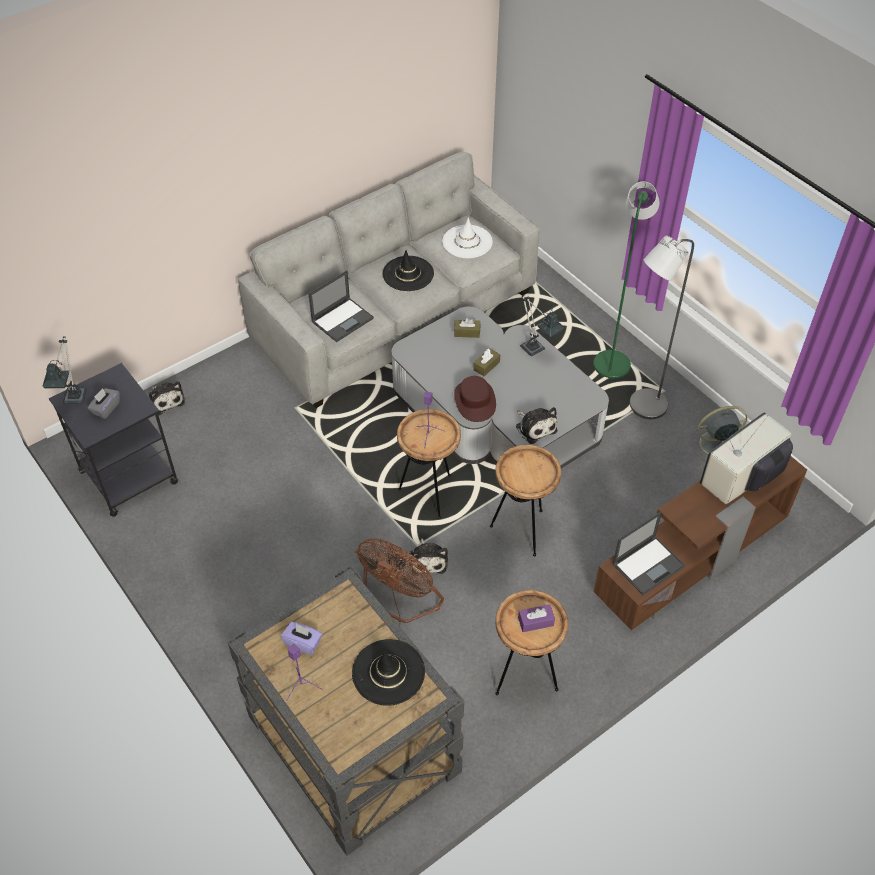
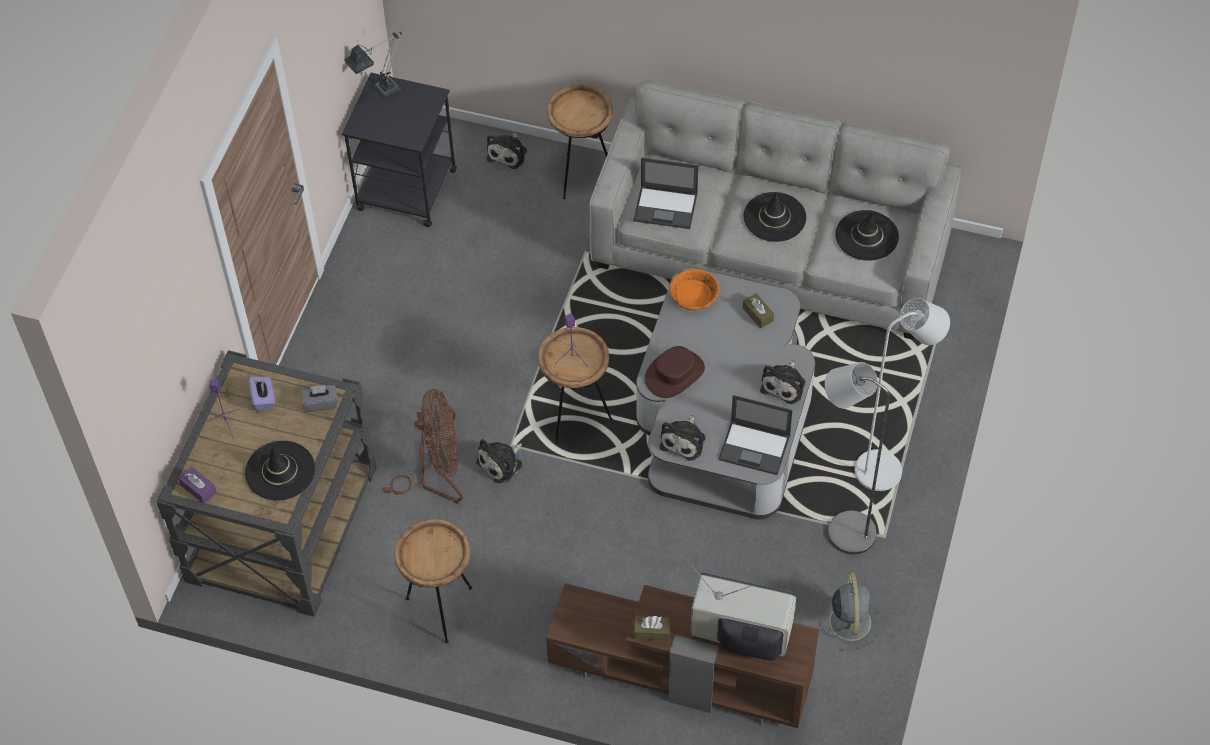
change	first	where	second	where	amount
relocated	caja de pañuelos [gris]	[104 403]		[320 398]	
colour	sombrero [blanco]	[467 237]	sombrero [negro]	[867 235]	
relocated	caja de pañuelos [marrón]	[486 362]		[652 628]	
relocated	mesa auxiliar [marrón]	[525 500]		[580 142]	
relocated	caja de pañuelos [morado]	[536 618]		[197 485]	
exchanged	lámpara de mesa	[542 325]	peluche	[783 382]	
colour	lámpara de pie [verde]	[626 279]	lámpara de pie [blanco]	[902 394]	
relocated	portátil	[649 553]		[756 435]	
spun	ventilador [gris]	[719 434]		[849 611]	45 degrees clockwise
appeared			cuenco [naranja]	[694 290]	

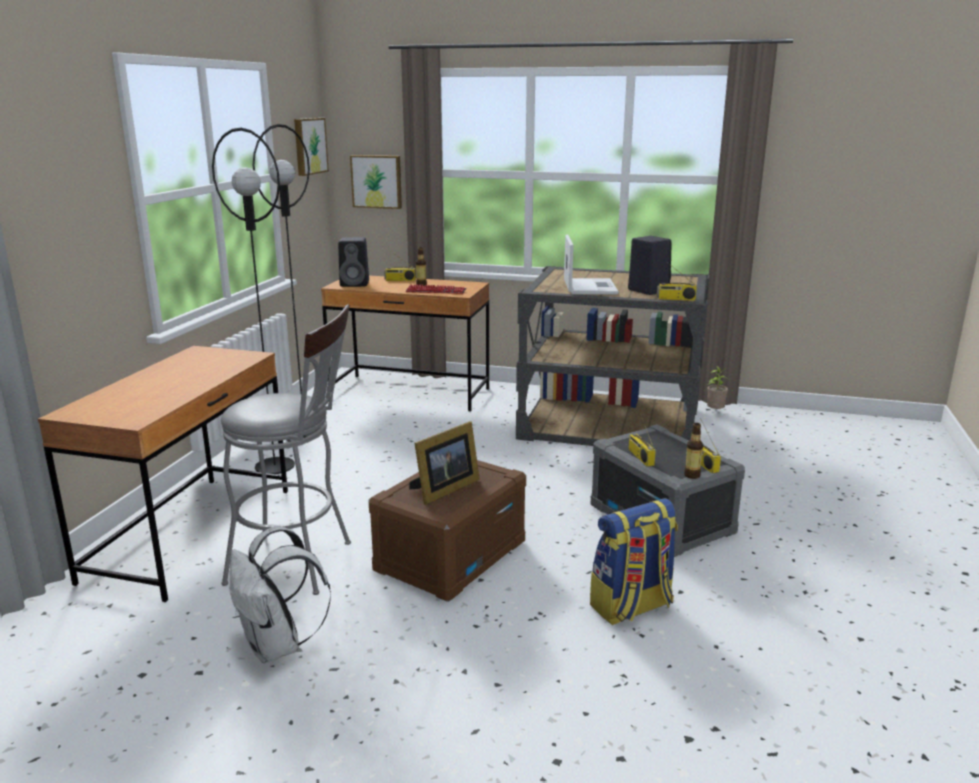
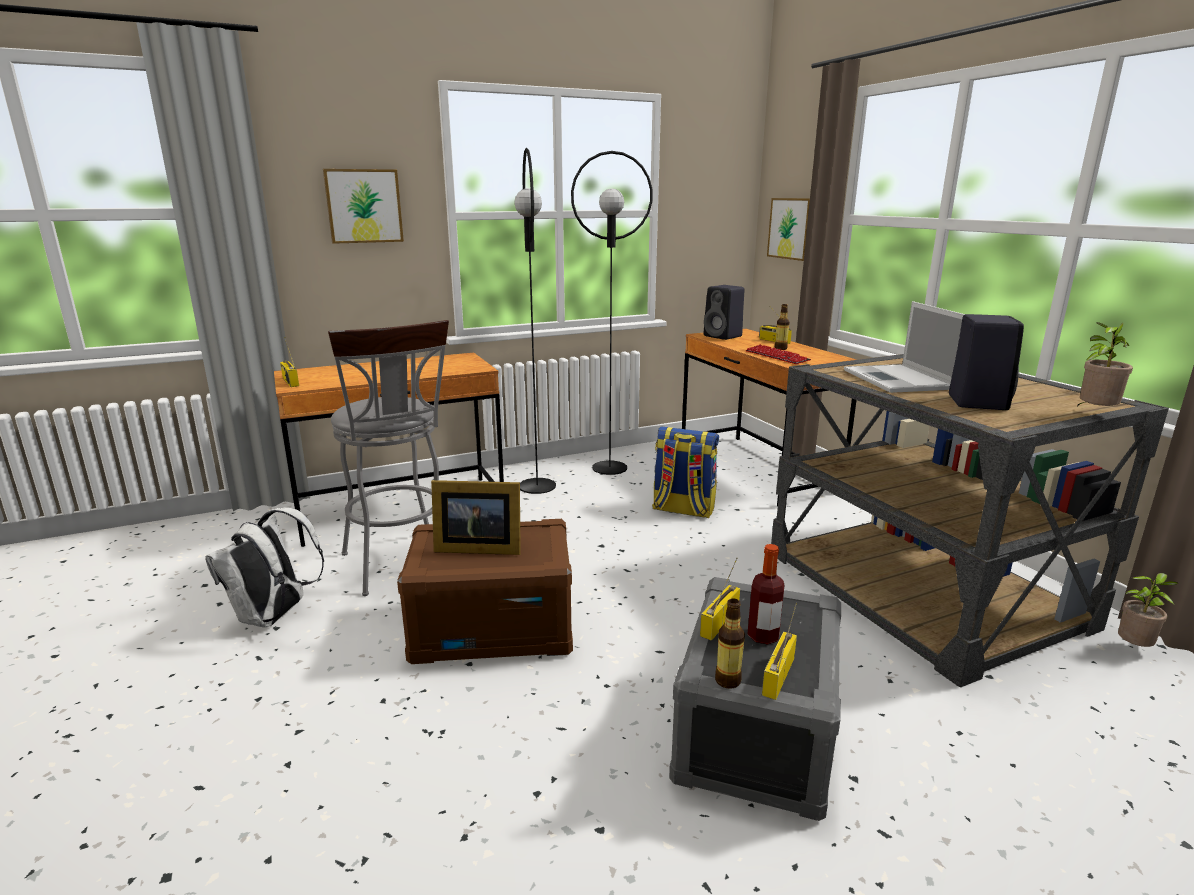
change	first	where	second	where	amount
relocated	cuadro	[311 147]		[363 206]	
spun	portátil	[591 264]		[904 347]	120 degrees clockwise
relocated	mochila	[634 561]		[685 472]	
relocated	radio	[677 281]		[289 362]	
appeared			botella	[766 594]	
appeared			planta en maceta	[1105 364]	

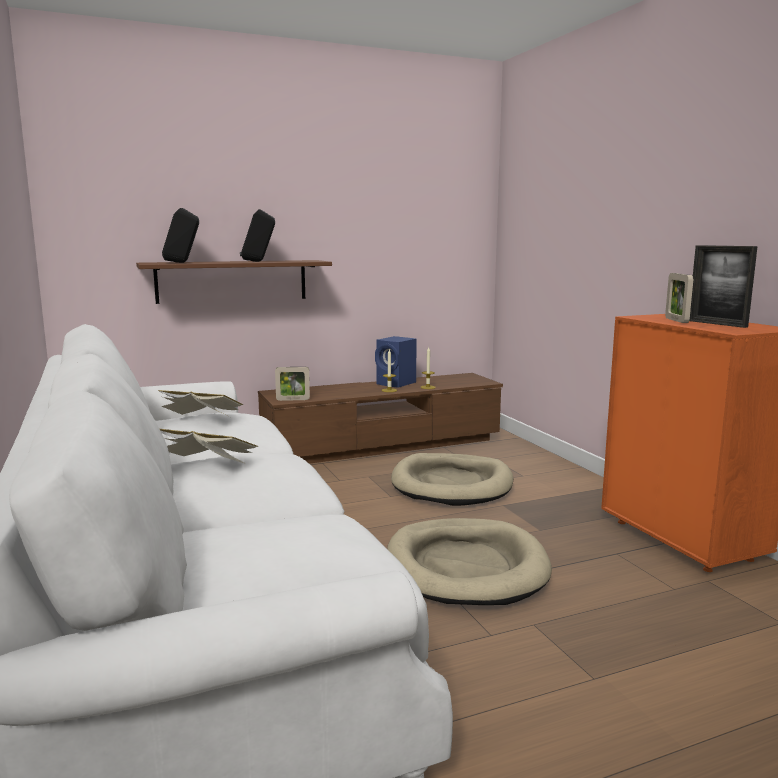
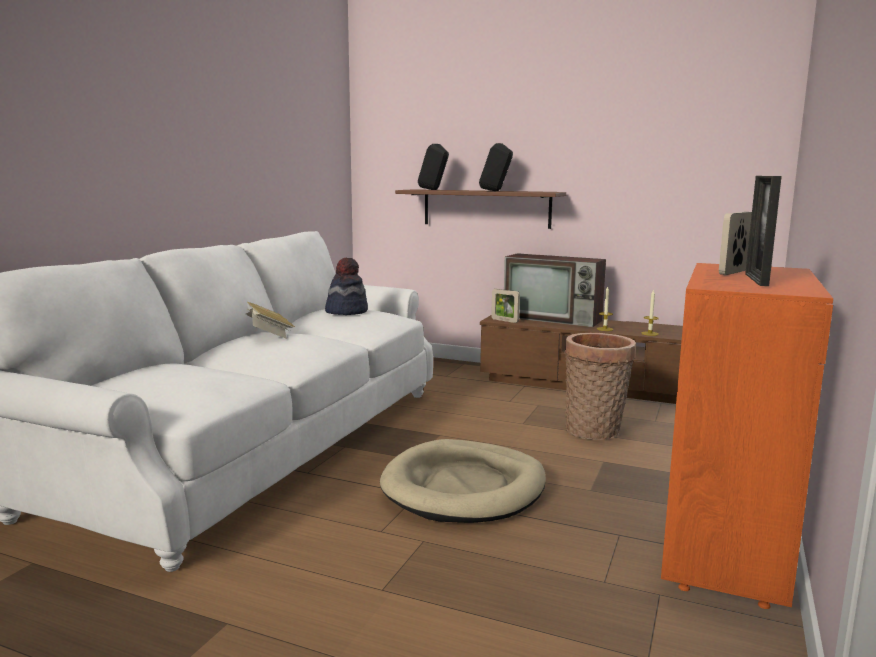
change	first	where	second	where	amount
exchanged	libro	[200 402]	sombrero	[346 286]	
missing	altavoz [azul]	[396 362]			
exchanged	cama para perro [beis]	[452 479]	cesta	[600 386]	
appeared			televisor	[555 290]	

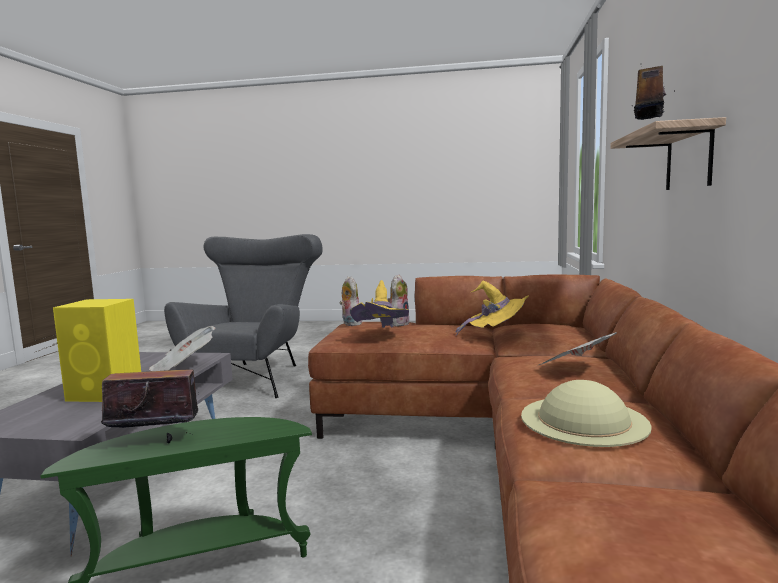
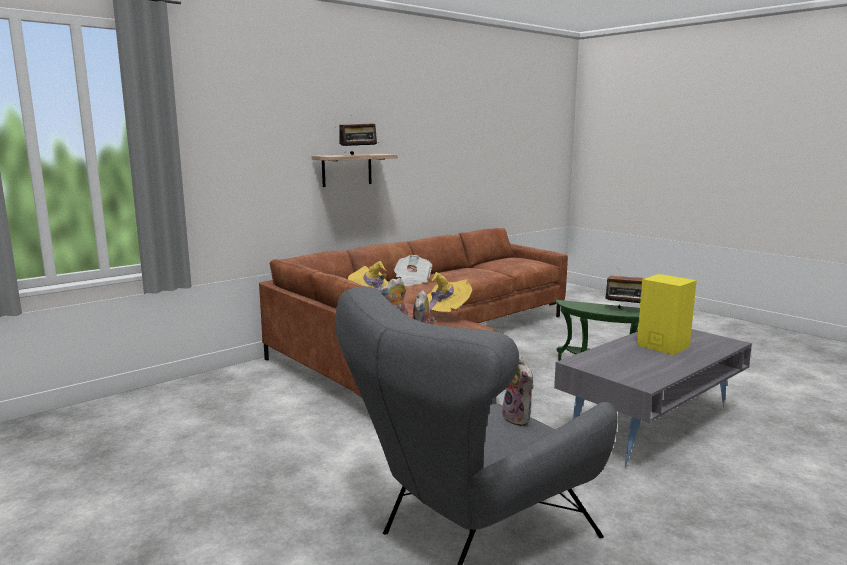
change	first	where	second	where	amount
missing	periódico	[182 348]			
missing	sombrero [beis]	[586 413]			
appeared			peluche	[516 390]	

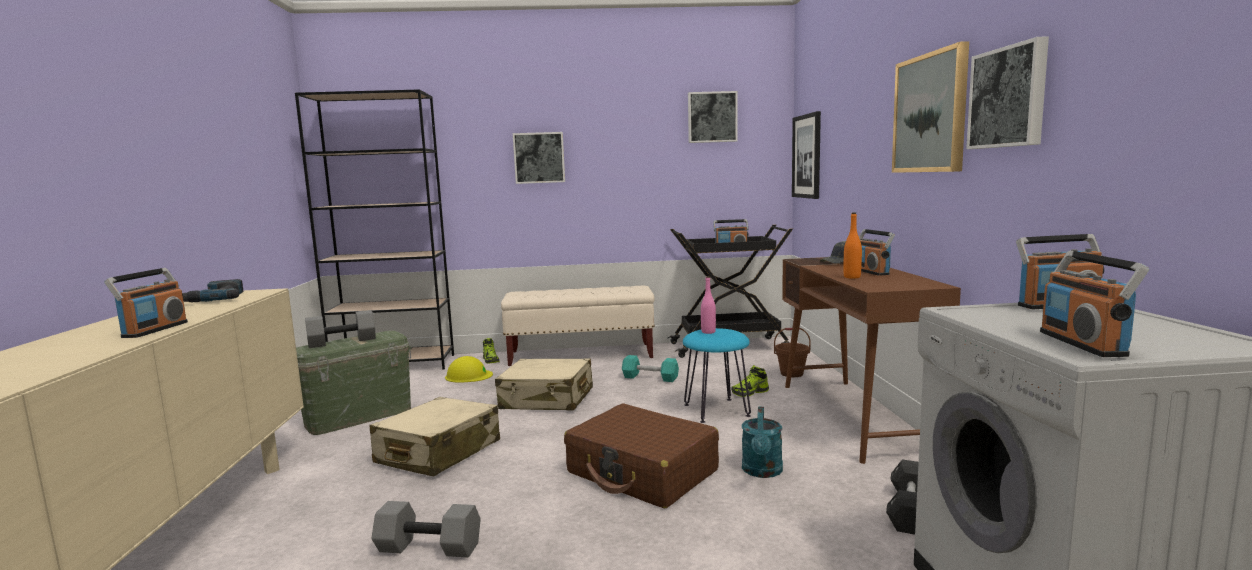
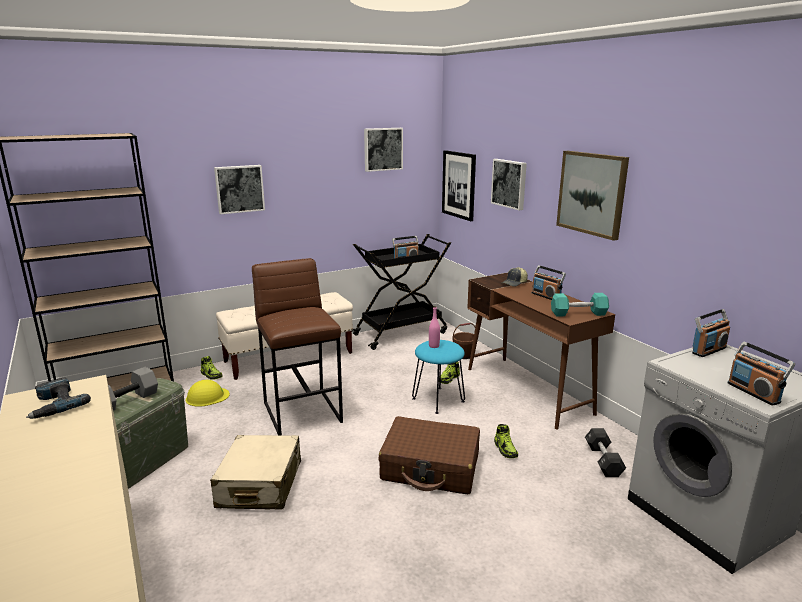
change	first	where	second	where	amount
missing	radio	[146 303]			
missing	mancuerna [gris]	[426 529]			
exchanged	maleta [beis]	[544 384]	taburete [marrón]	[297 346]	
relocated	mancuerna [turquesa]	[650 368]		[580 304]	
exchanged	regadera [turquesa]	[762 442]	zapato	[506 441]	
missing	botella [naranja]	[853 245]			
relocated	cuadro	[1007 92]		[509 184]	

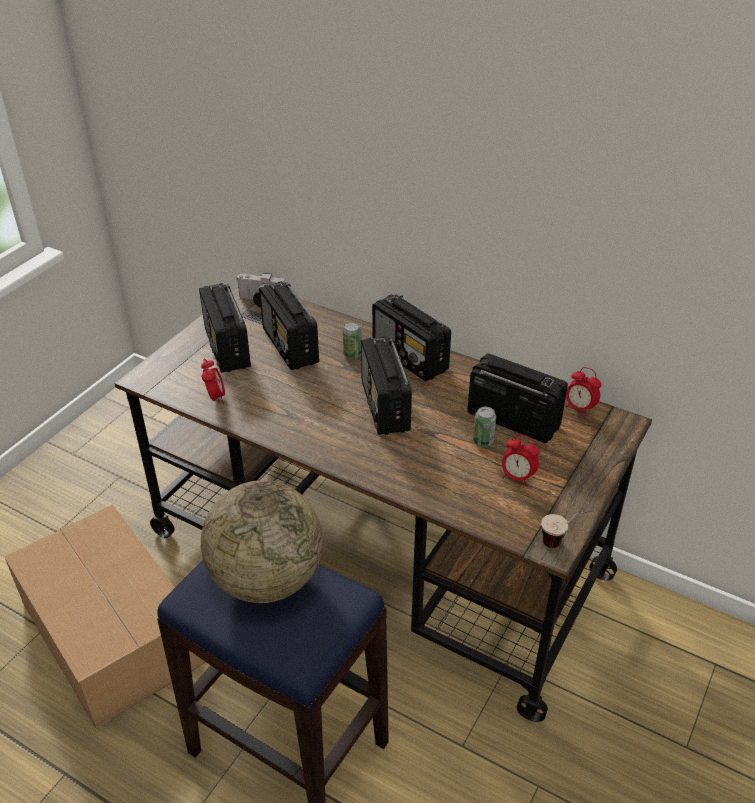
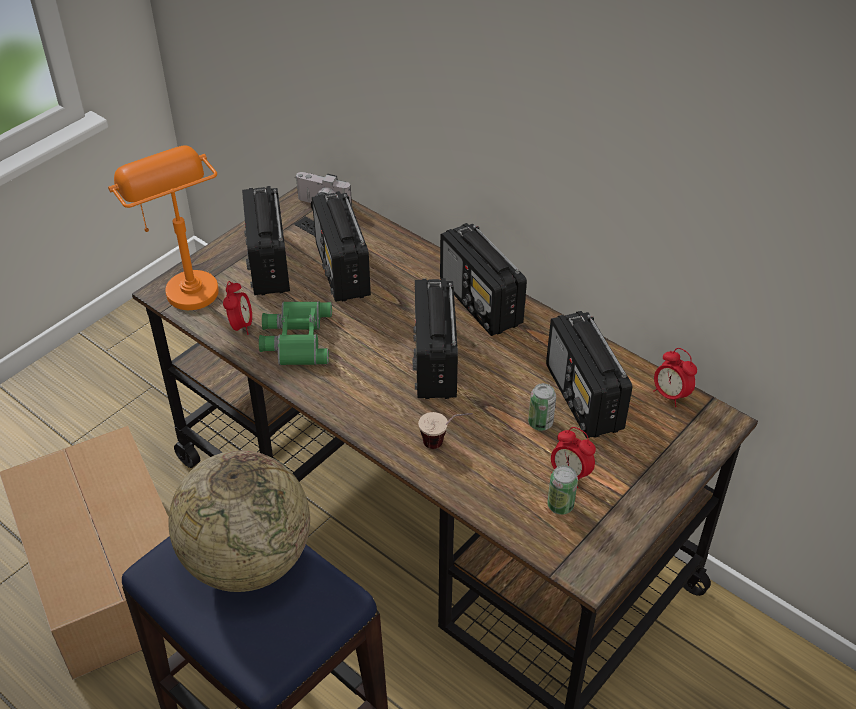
change	first	where	second	where	amount
relocated	lata	[352 340]		[562 490]	
spun	radio	[517 398]		[589 374]	150 degrees counterclockwise
relocated	taza	[567 529]		[445 430]	
appeared			lámpara de mesa [naranja]	[163 227]	
appeared			prismáticos [verde]	[295 333]	

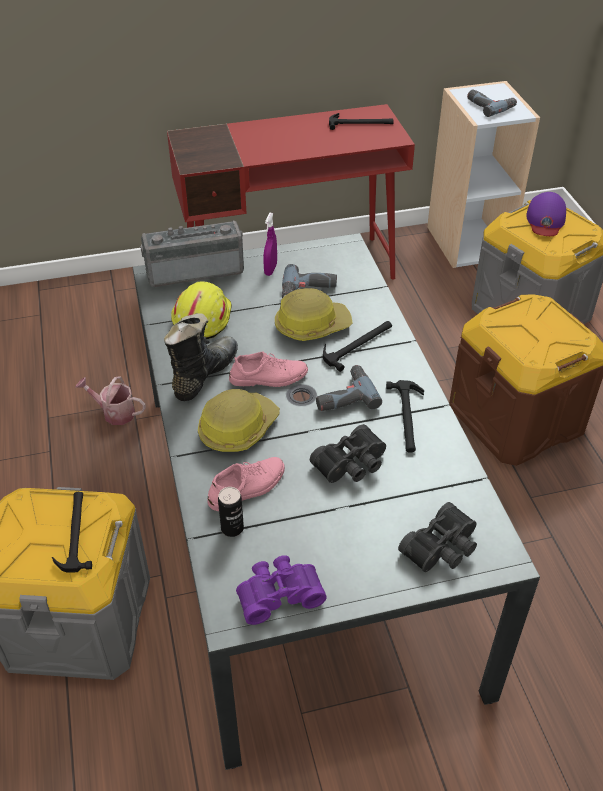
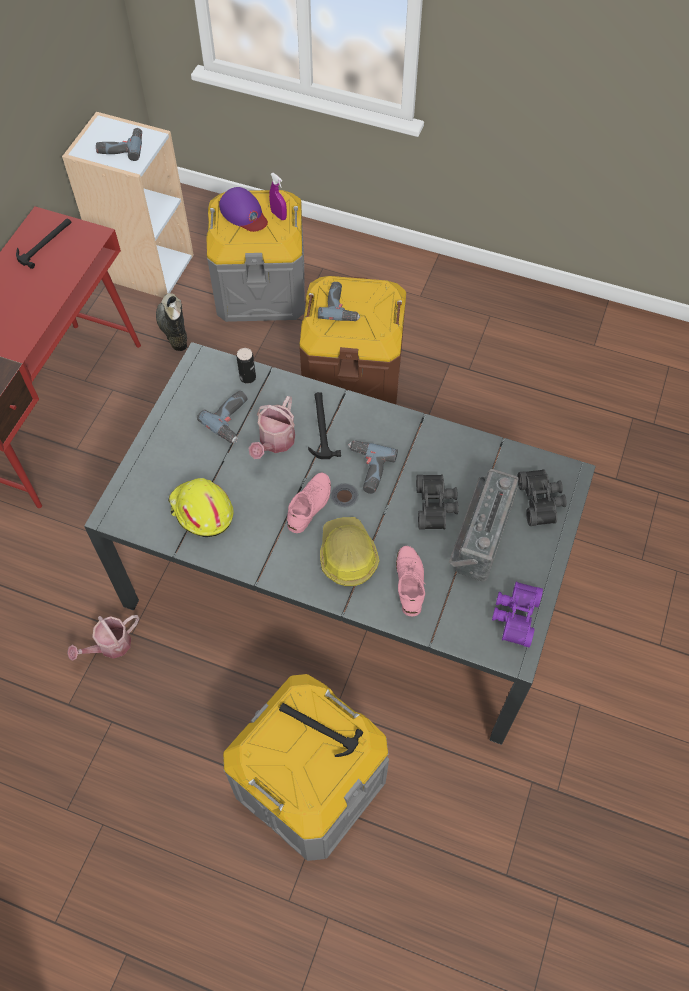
change	first	where	second	where	amount
relocated	radio	[192 253]		[484 525]	
relocated	bota [negro]	[201 357]		[171 322]	
relocated	lata	[231 512]		[246 366]	
relocated	pulverizador [morado]	[270 244]		[278 196]	
exchanged	casco	[314 314]	regadera	[272 427]	
missing	martillo	[405 416]			
appeared			taladro	[339 301]	

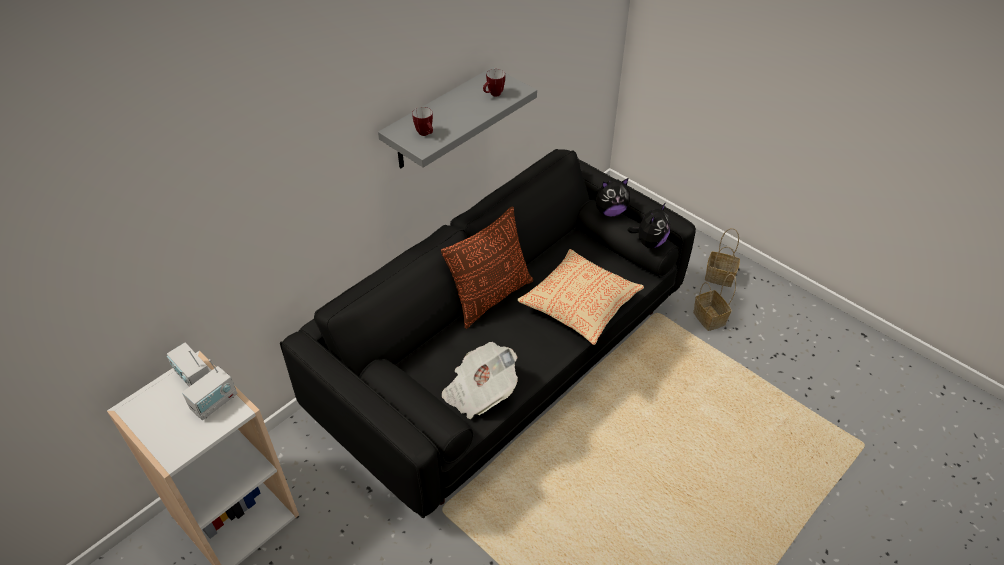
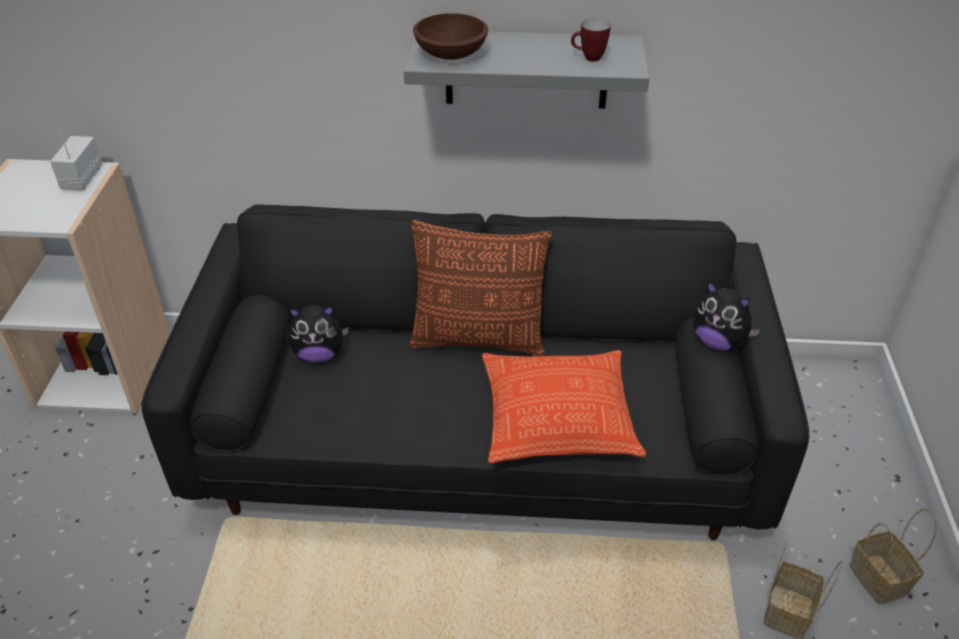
change	first	where	second	where	amount
missing	radio	[209 389]			
exchanged	taza grande	[422 121]	cuenco [marrón]	[450 36]	
missing	periódico	[480 380]			
colour	cojín [beis]	[580 297]	cojín [naranja]	[564 406]	
relocated	peluche	[648 225]		[318 334]	

